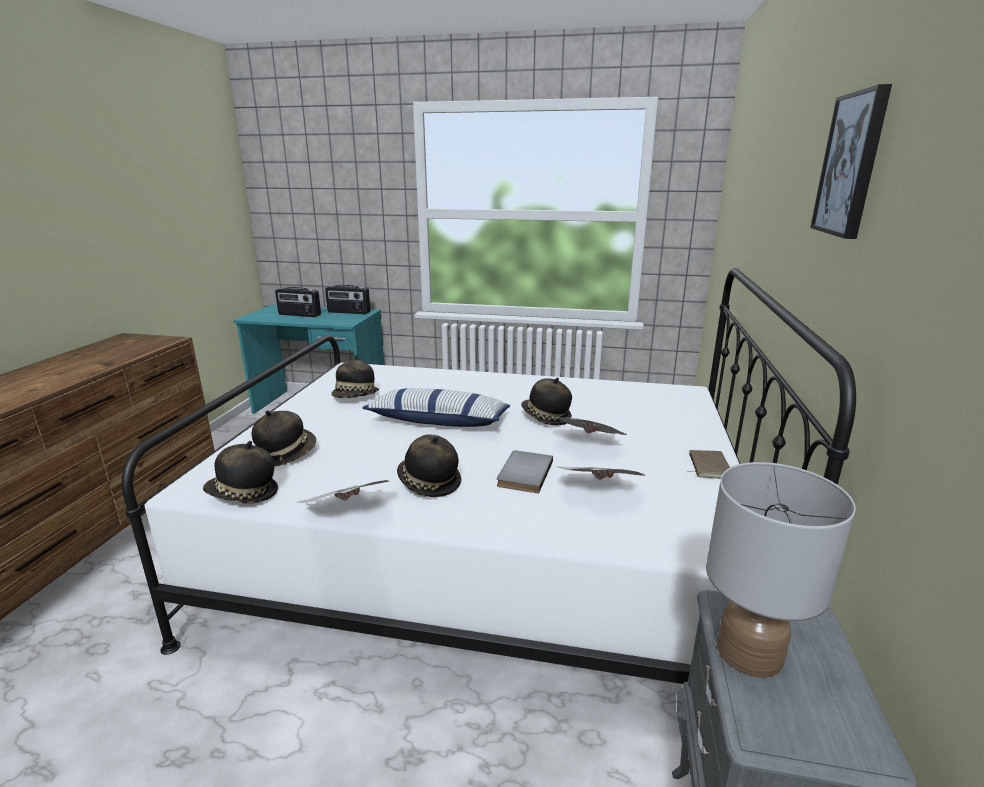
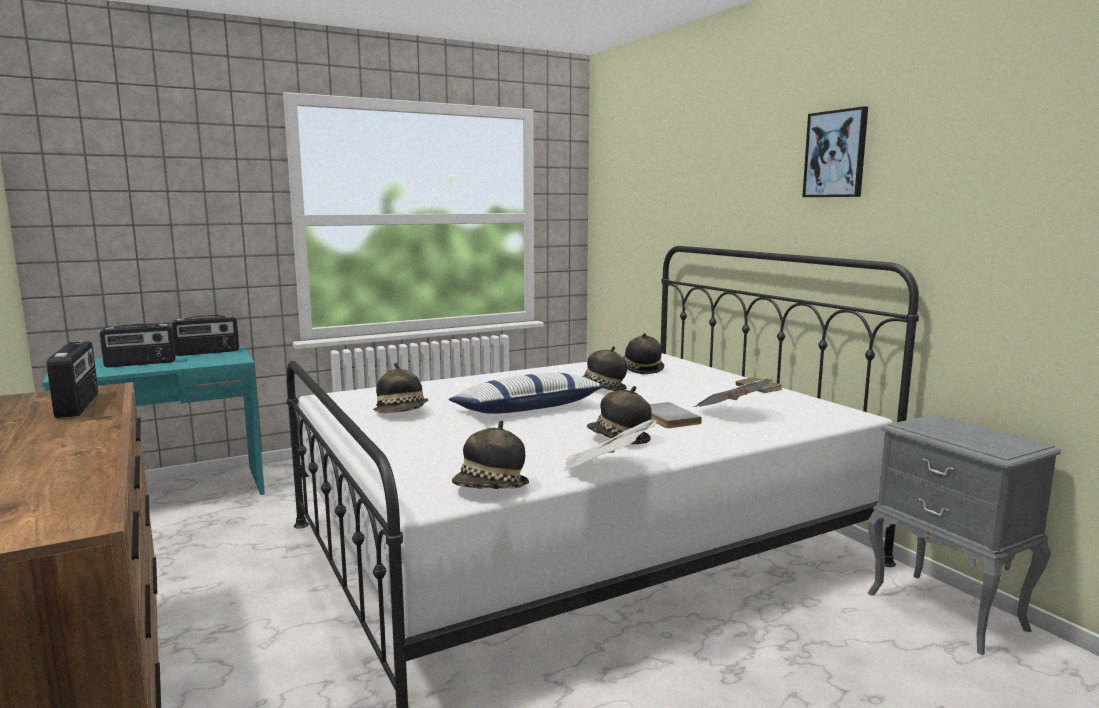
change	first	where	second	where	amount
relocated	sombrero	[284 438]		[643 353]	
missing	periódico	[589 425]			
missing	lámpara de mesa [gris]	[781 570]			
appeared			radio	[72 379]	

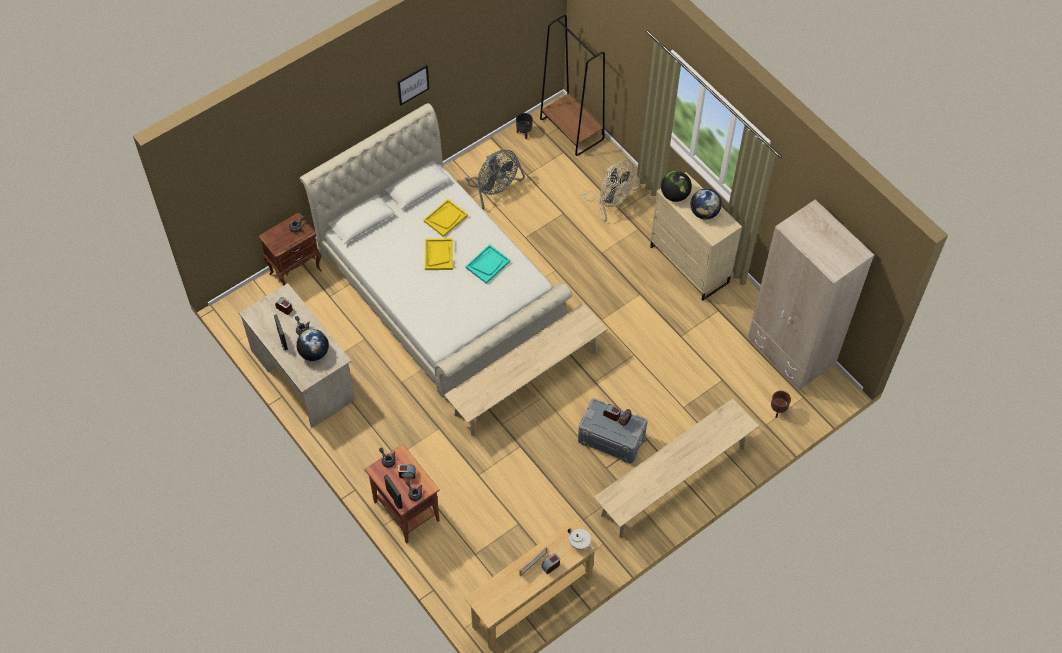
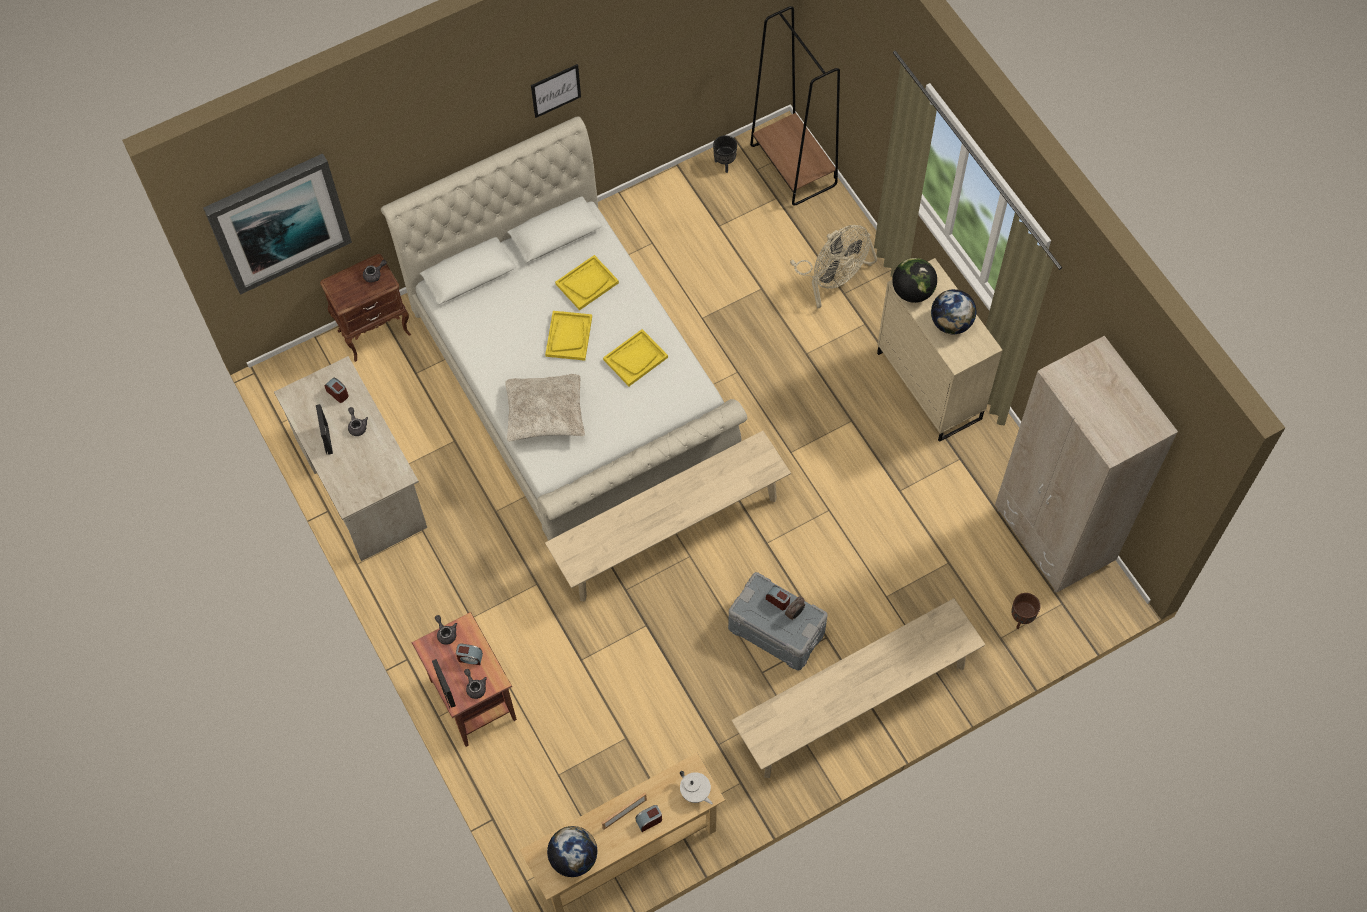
change	first	where	second	where	amount
relocated	globo terráqueo	[312 345]		[572 851]	
missing	ventilador [gris]	[495 179]			
colour	bandeja [turquesa]	[488 264]	bandeja [amarillo]	[635 357]	
appeared			cuadro	[277 224]	
appeared			cojín [beis]	[545 408]	

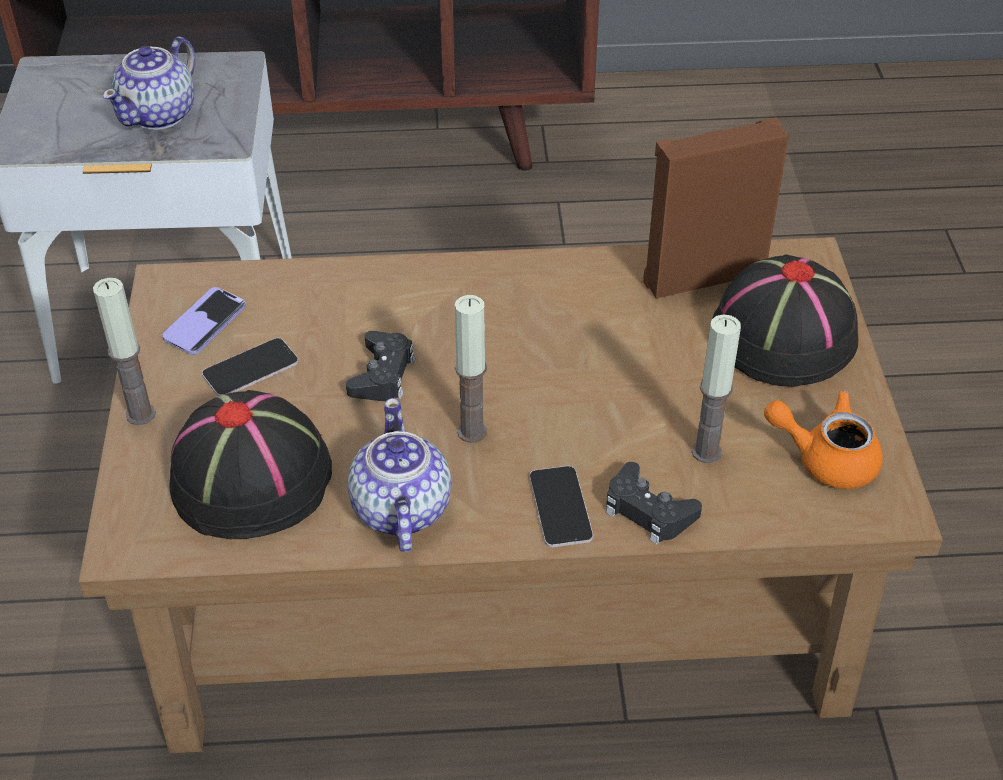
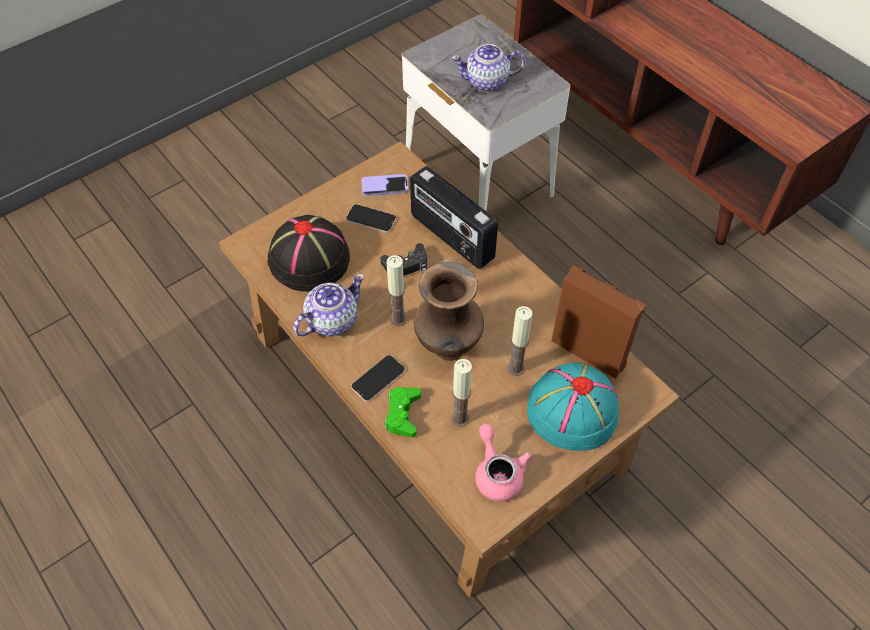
change	first	where	second	where	amount
relocated	vela	[124 351]		[520 341]	
colour	mando de consola [negro]	[654 503]	mando de consola [verde]	[402 412]	
colour	sombrero [negro]	[785 320]	sombrero [turquesa]	[573 407]	
colour	tetera [naranja]	[823 439]	tetera [rosa]	[503 463]	
appeared			radio	[454 217]	
appeared			florero [marrón]	[449 311]	

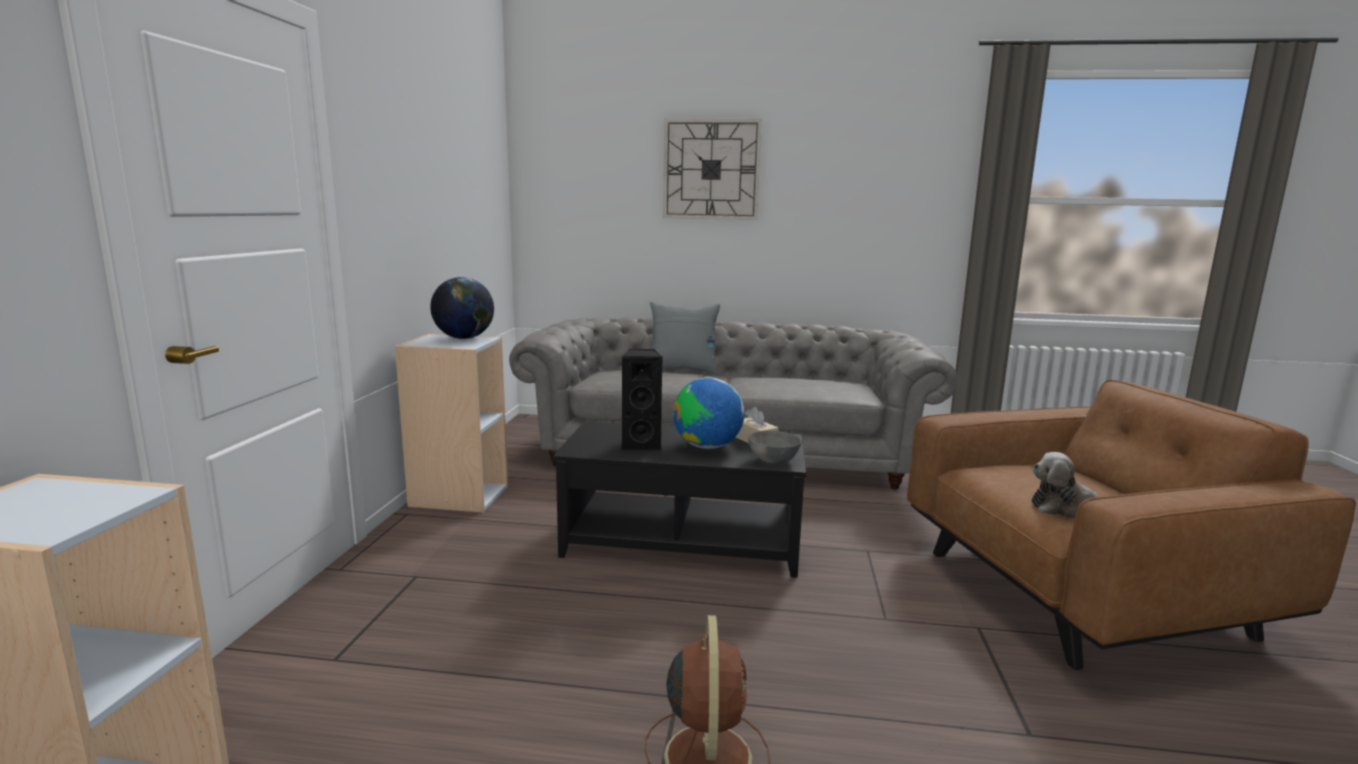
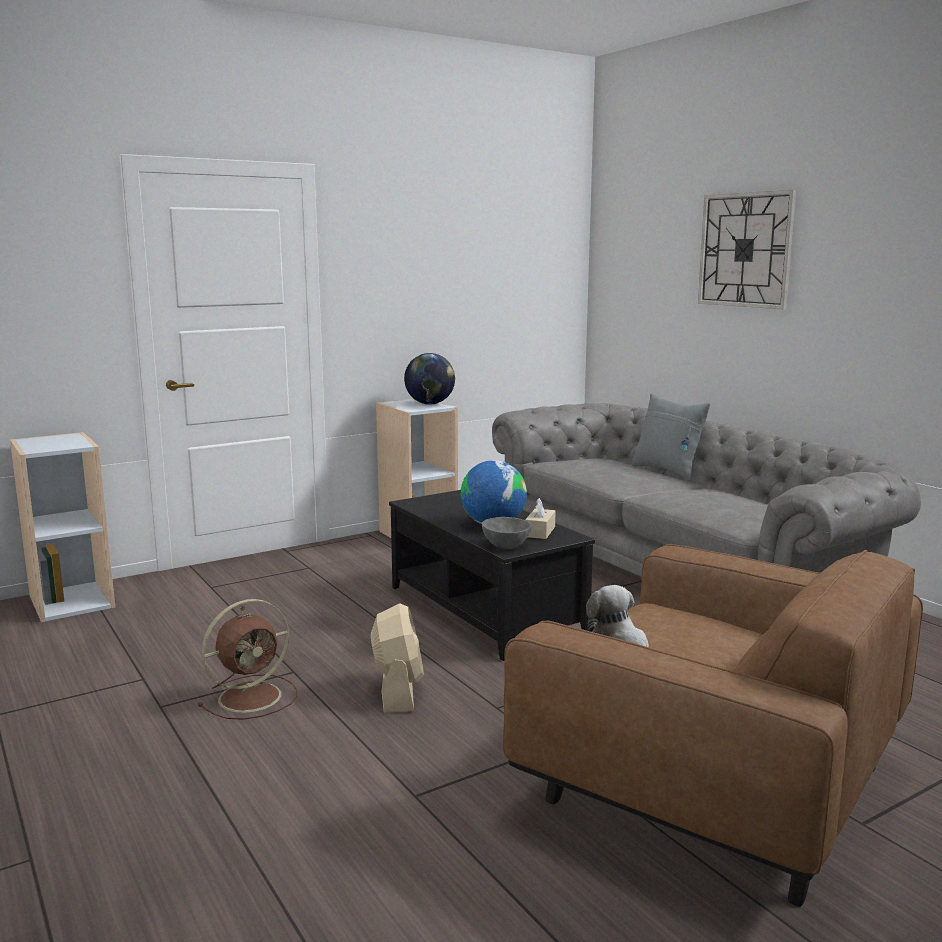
change	first	where	second	where	amount
missing	altavoz [negro]	[642 399]			
appeared			ventilador [beis]	[397 657]	

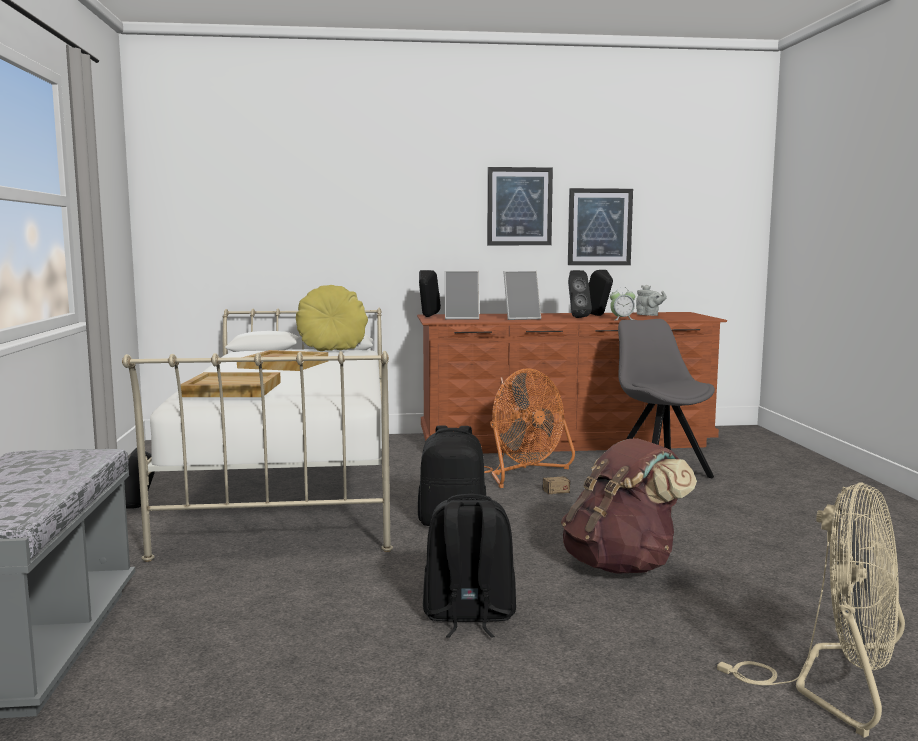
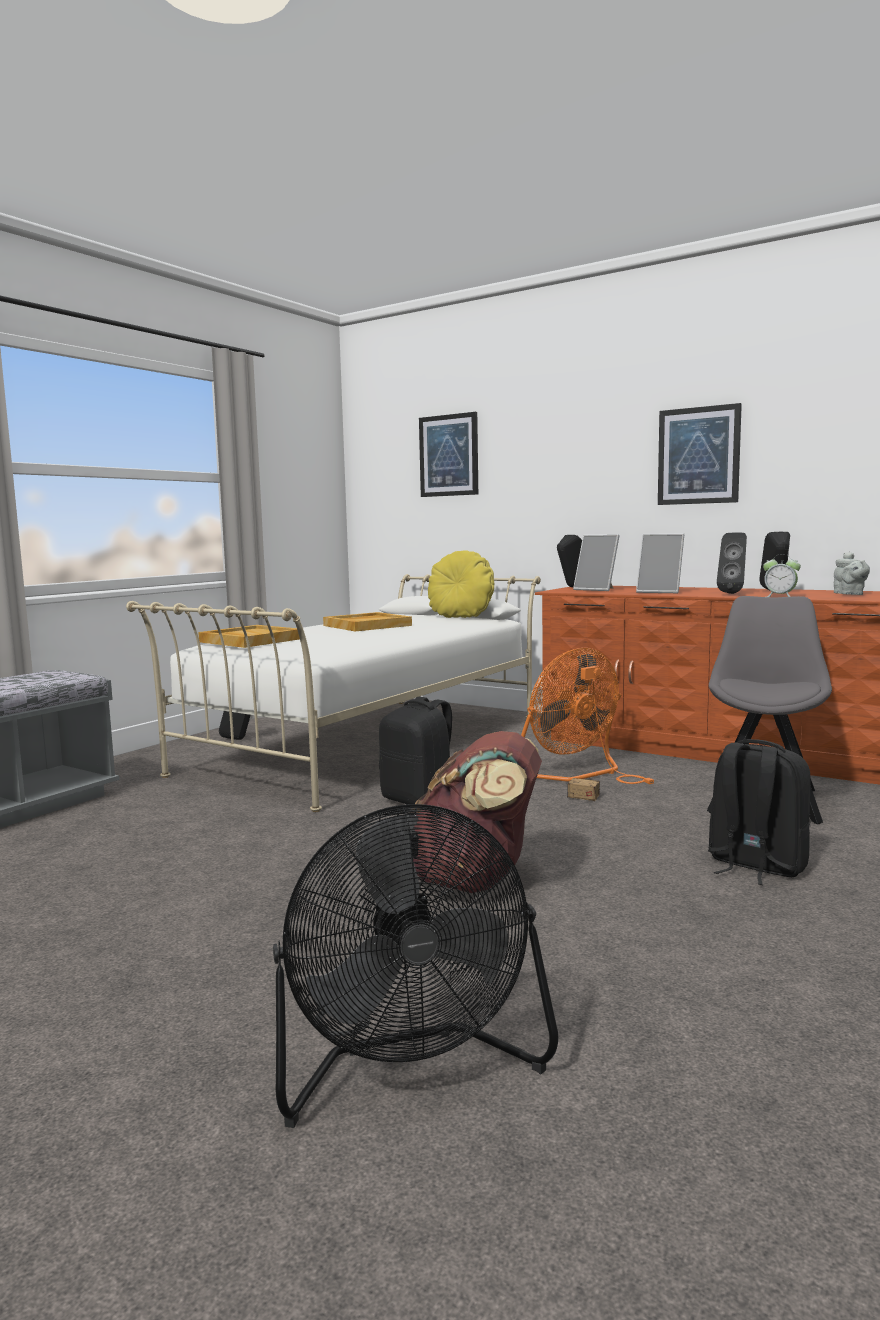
change	first	where	second	where	amount
relocated	mochila [negro]	[469 566]		[759 812]	
spun	ventilador [naranja]	[529 428]		[587 716]	150 degrees clockwise
relocated	cuadro	[600 226]		[448 454]	
colour	ventilador [beis]	[810 610]	ventilador [negro]	[415 966]	

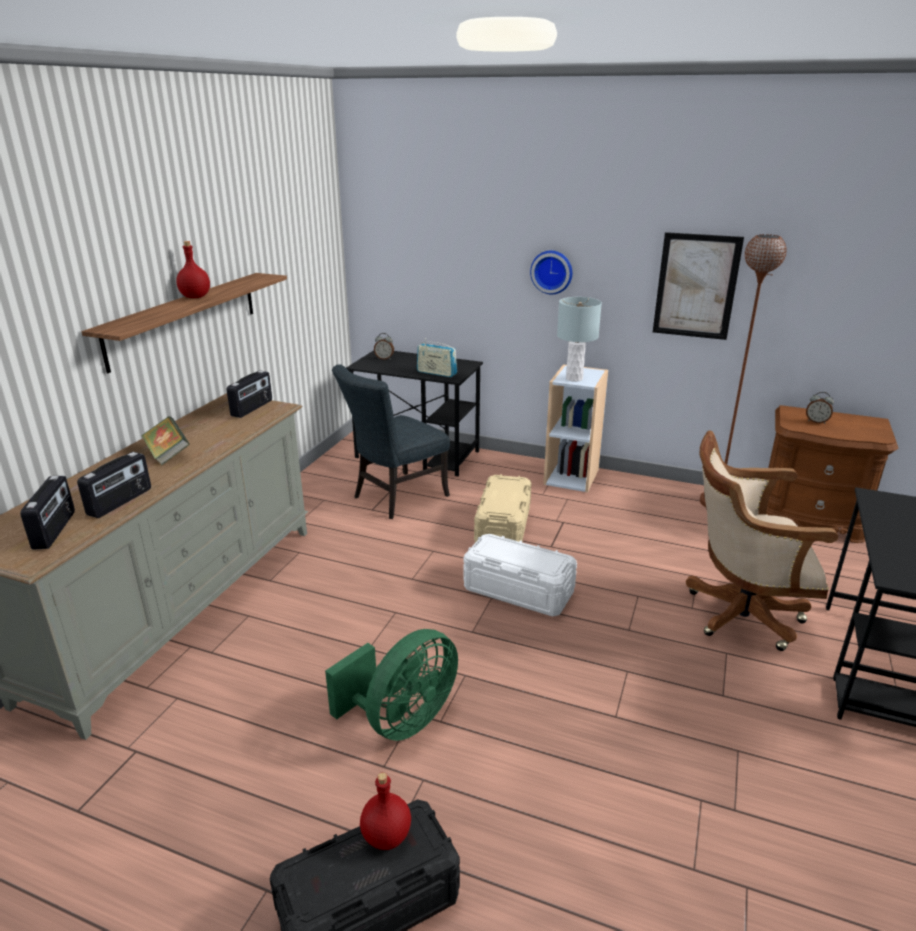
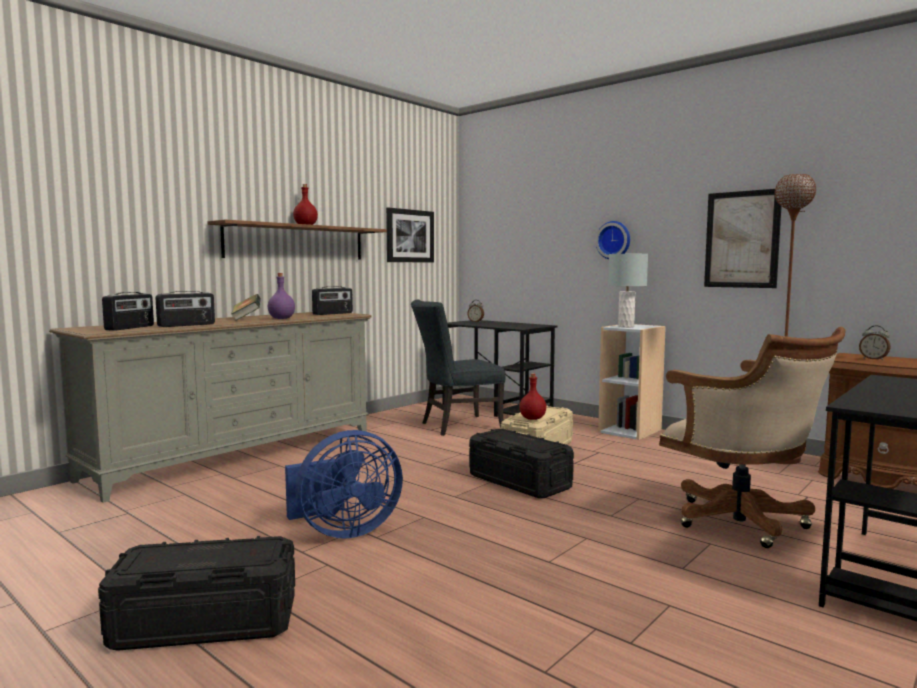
change	first	where	second	where	amount
colour	ventilador [verde]	[391 685]	ventilador [azul]	[344 484]	
relocated	botella [rojo]	[385 811]		[532 396]	
missing	radio	[437 357]			
colour	caja de almacenaje [blanco]	[520 575]	caja de almacenaje [negro]	[521 463]	
spun	silla de oficina	[762 540]		[752 437]	150 degrees counterclockwise
appeared			botella [morado]	[281 296]	
appeared			cuadro	[410 235]	

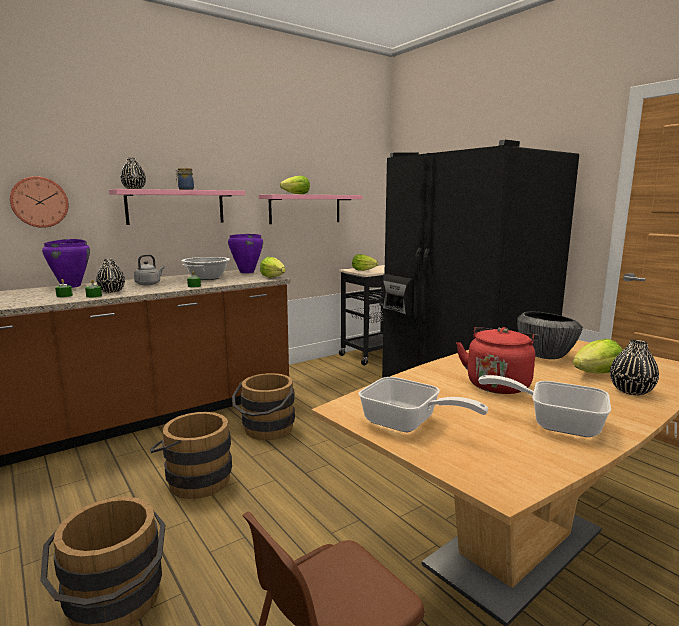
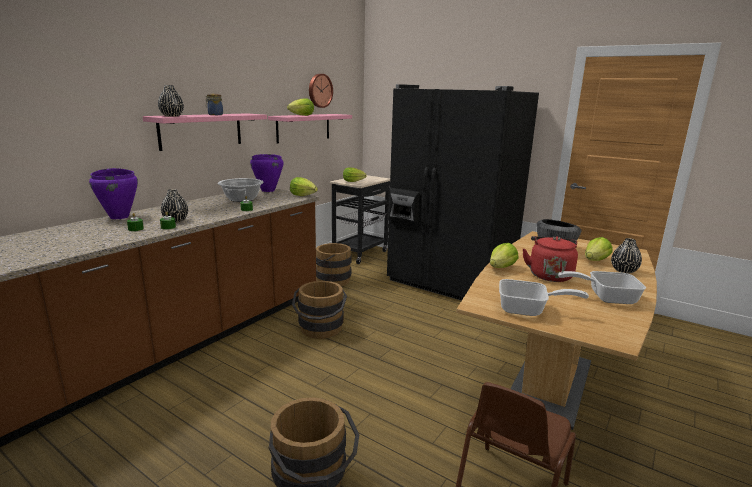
change	first	where	second	where	amount
relocated	reloj de pared	[39 202]		[321 91]	
missing	hervidor [gris]	[149 269]			
relocated	cubo [marrón]	[191 455]		[334 264]	
appeared			lechuga	[504 255]	

